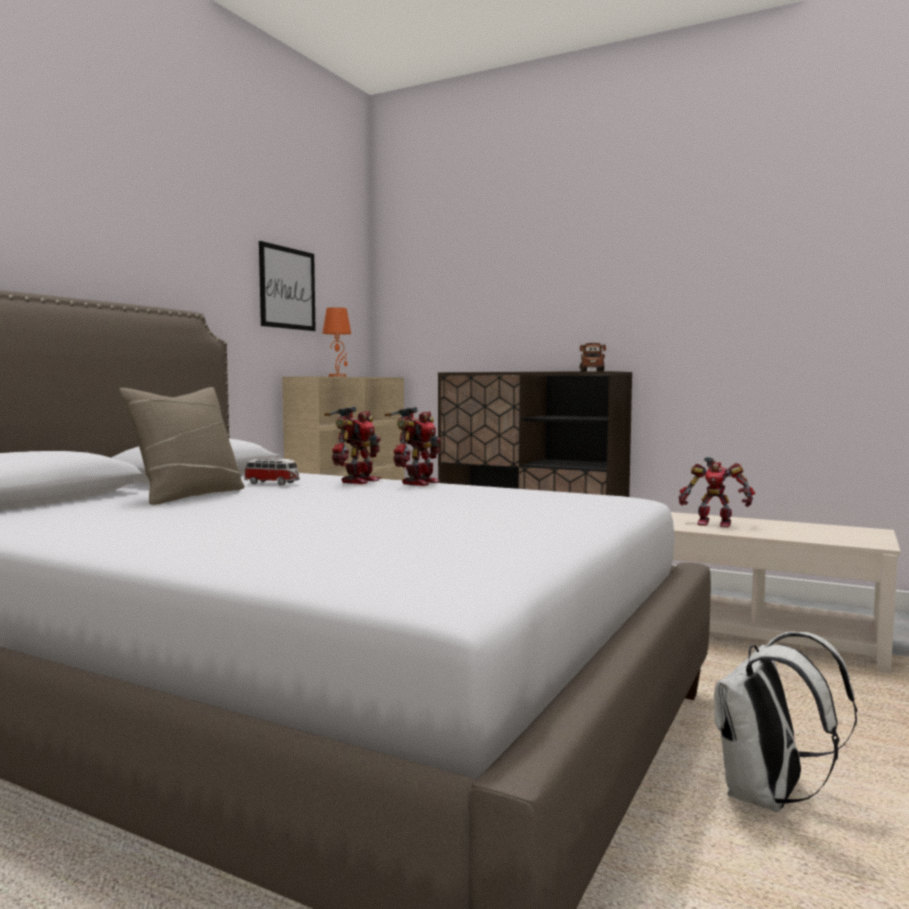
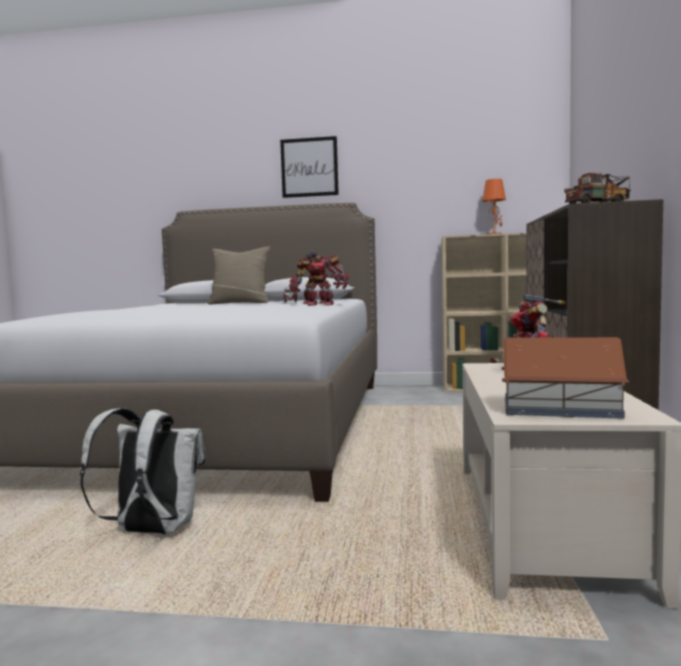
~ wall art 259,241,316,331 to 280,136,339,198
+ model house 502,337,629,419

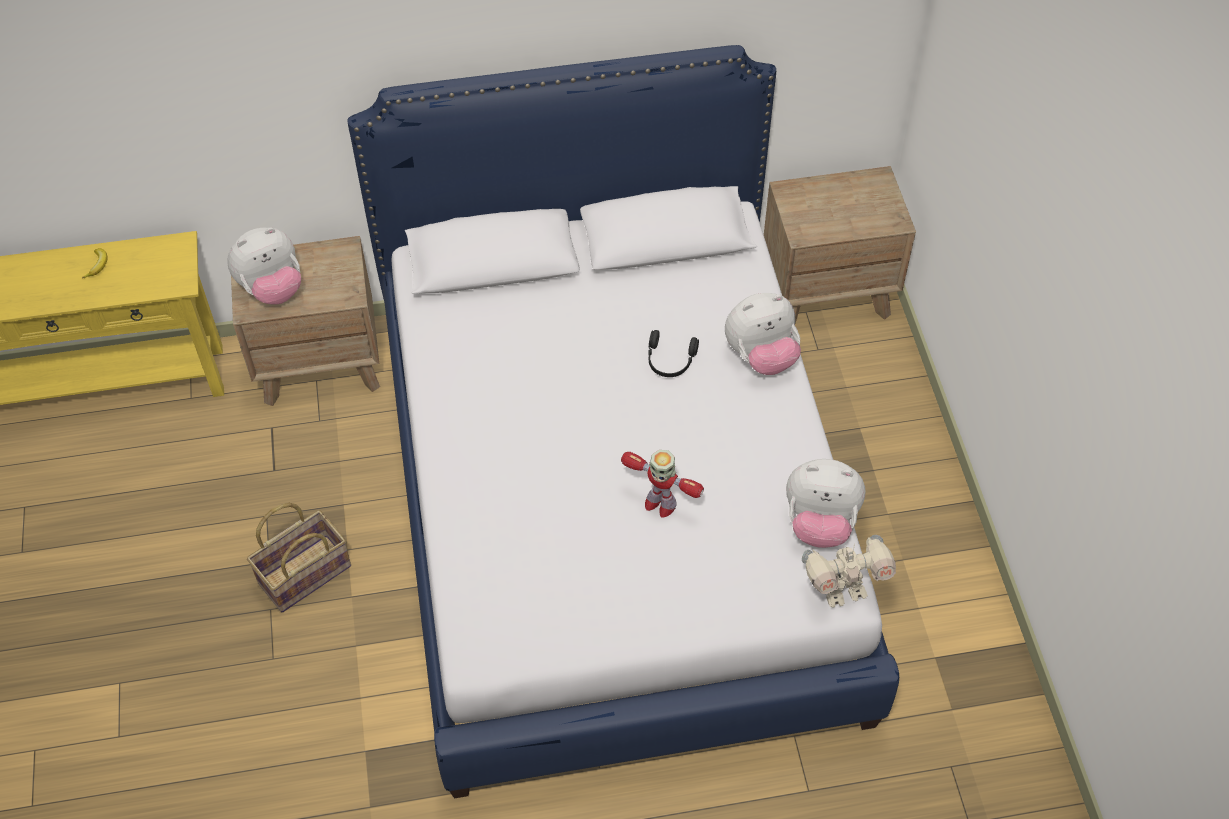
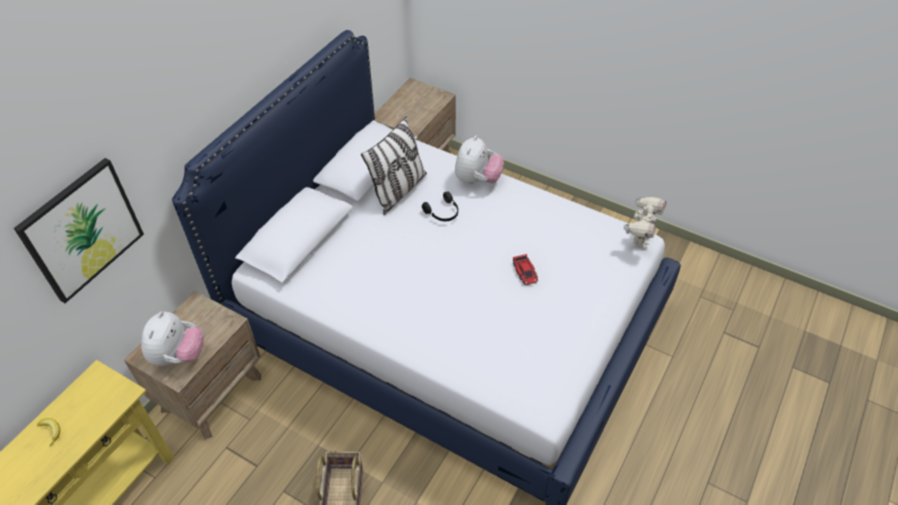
+ wall art 14,158,144,303
+ throw pillow 361,116,427,215
~ robot figure 621,450,704,518 to model car 513,254,538,285
- plush toy 786,459,865,548

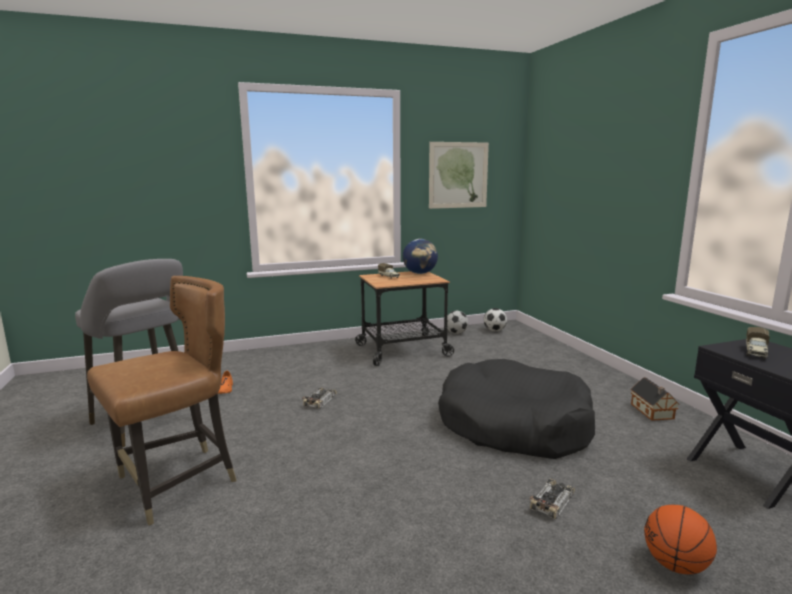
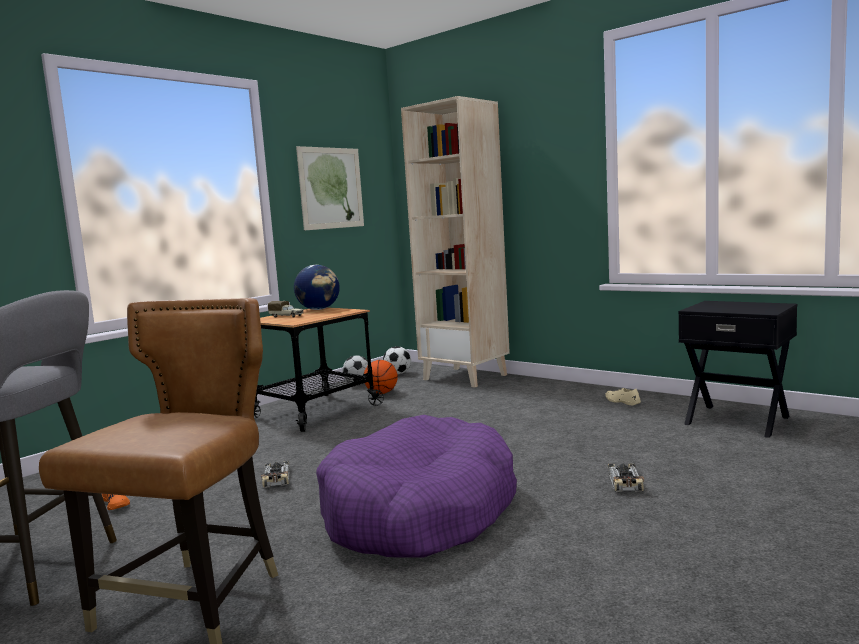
+ purple-coloured pet bed 316,415,517,558
~ ball for basketball 644,505,717,574 to 364,360,398,394
+ beige bookshelf 401,96,510,388
~ model house 630,377,680,421 to beige item of footwear 605,388,641,405
- black-coloured pet bed 438,359,595,459
- toy truck 746,327,770,359

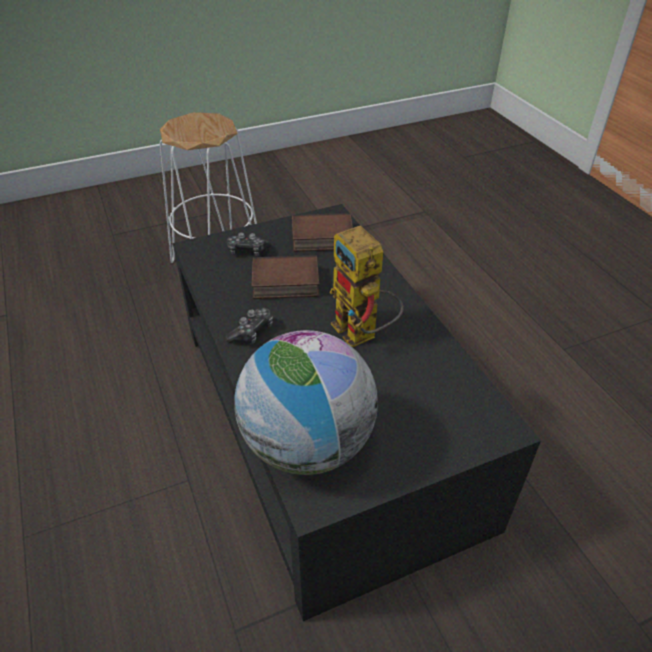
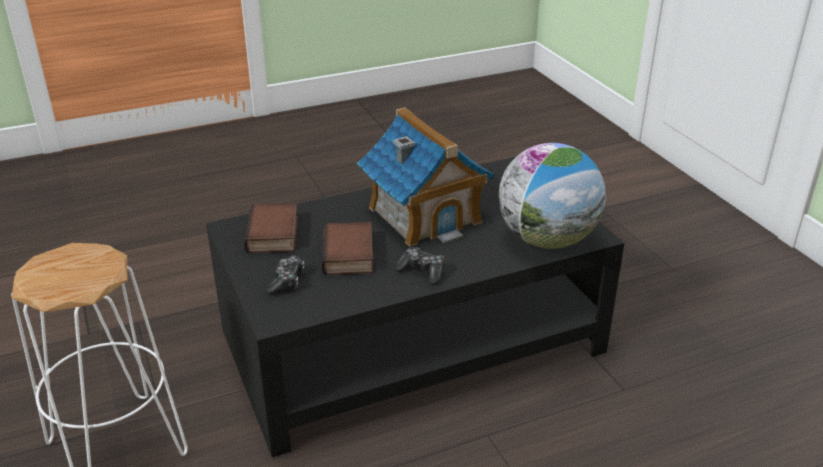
~ robot figure 330,226,404,347 to model house 357,107,495,247

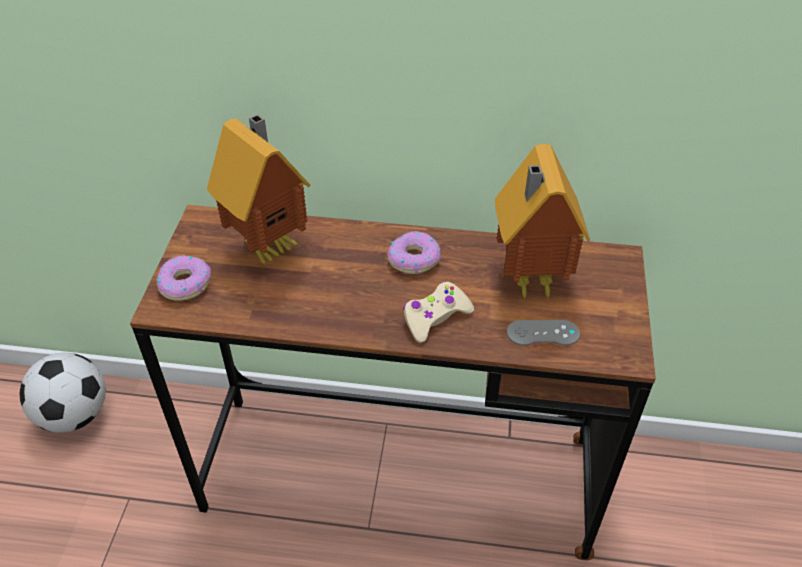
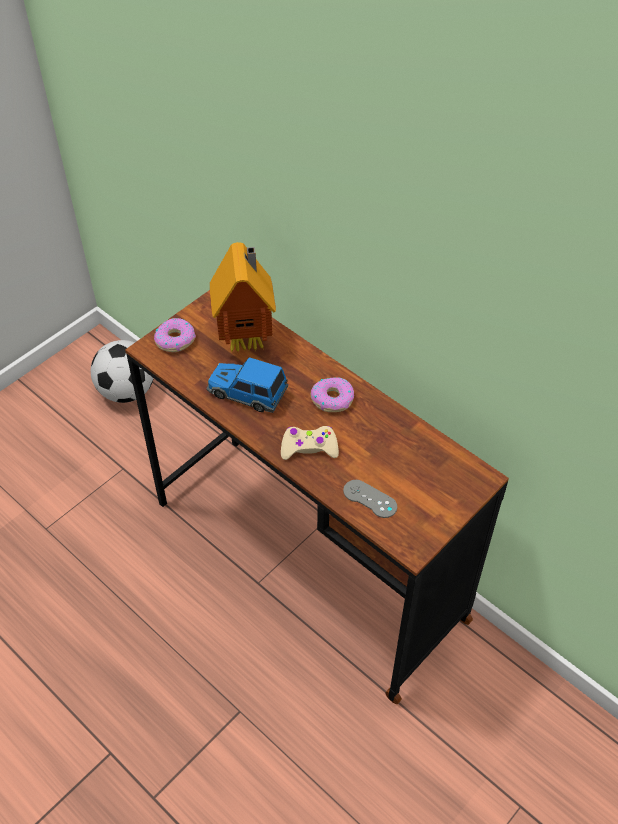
+ model car 207,357,288,413
- model house 495,144,590,299

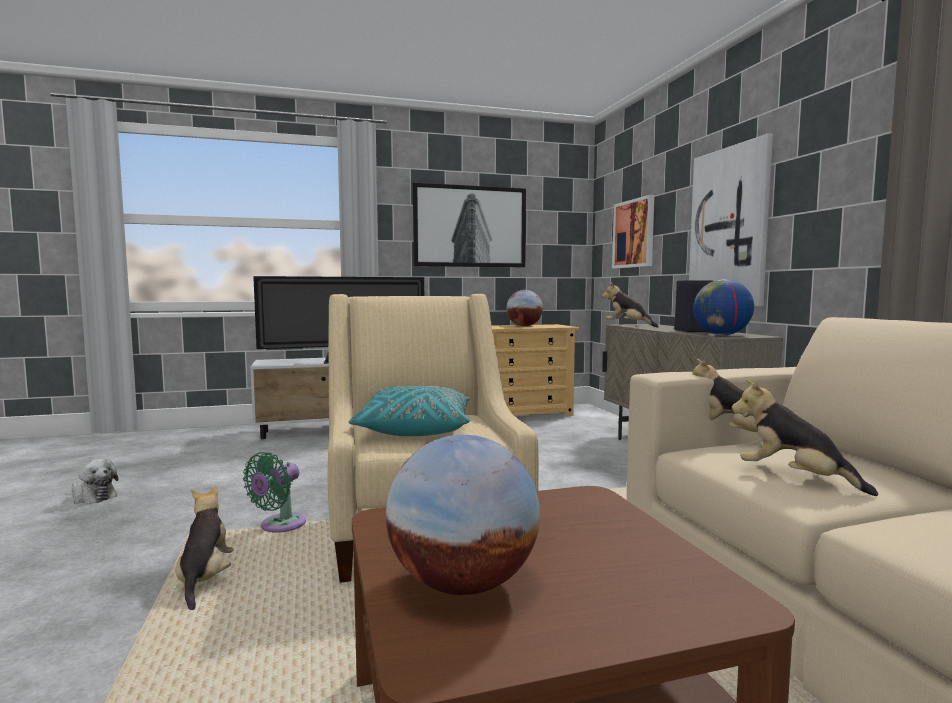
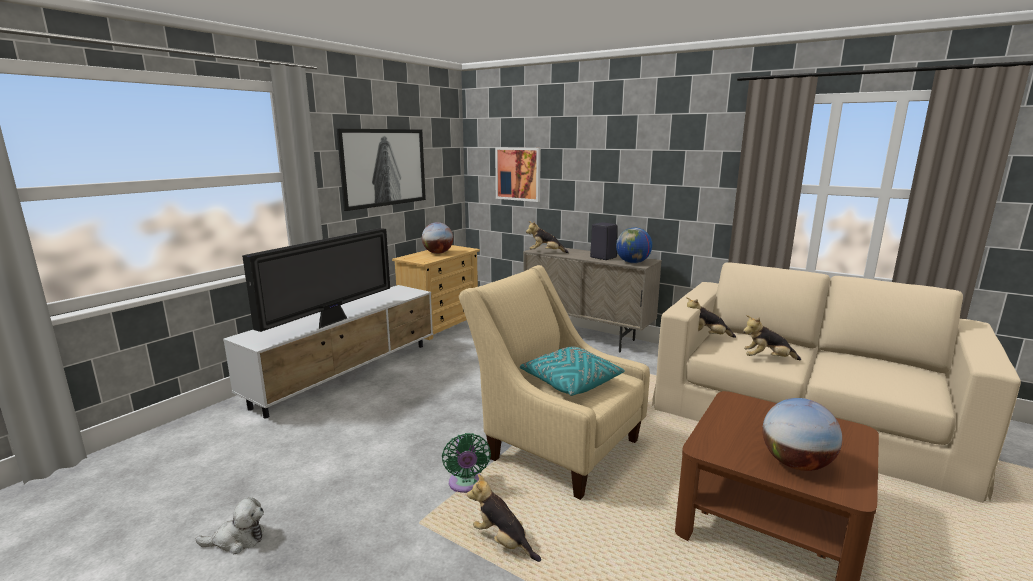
- wall art 689,134,773,306

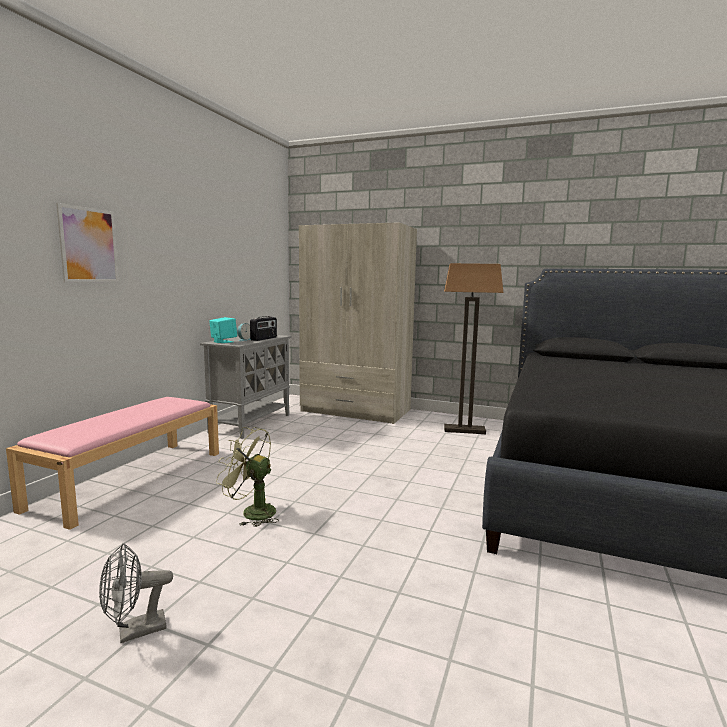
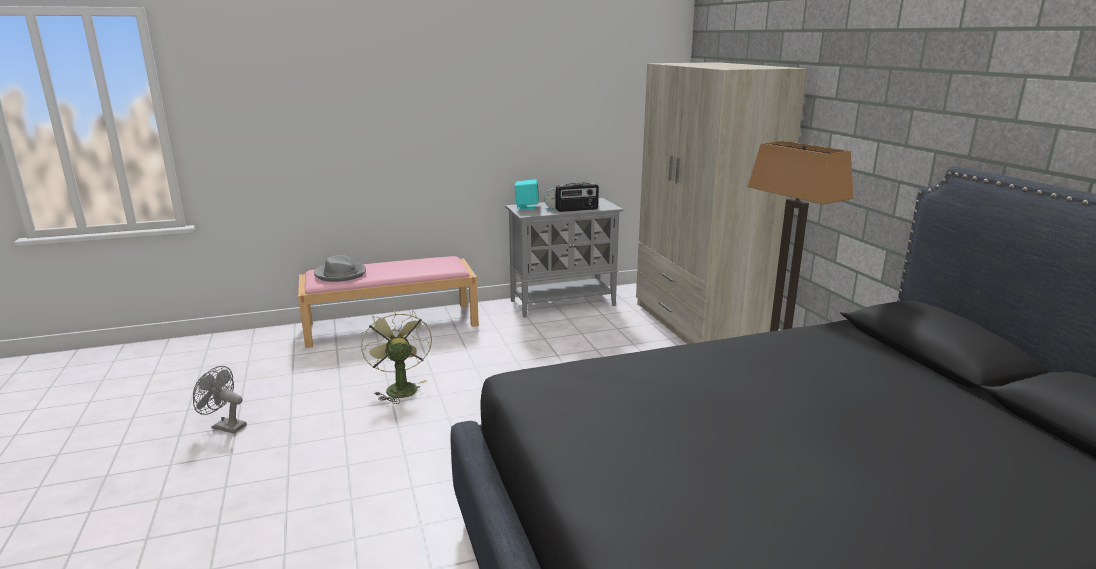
+ greyish hat 314,255,366,282
- wall art 56,203,119,283

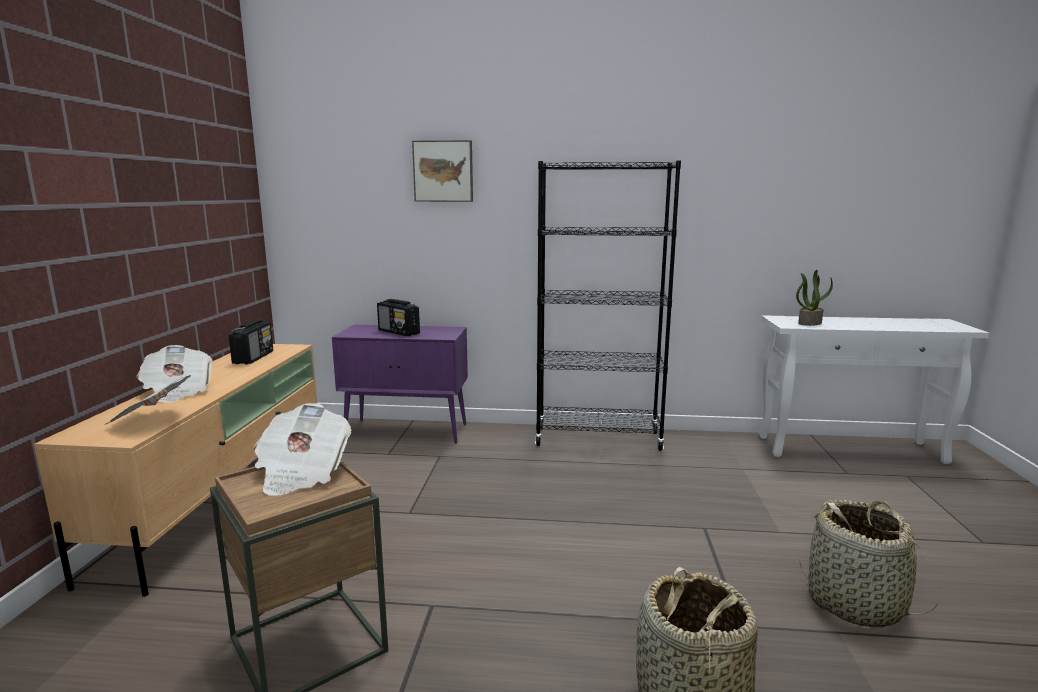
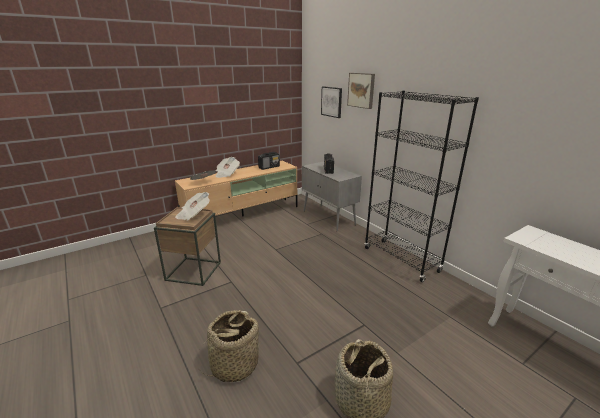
~ purple-coloured storage cabinet 332,325,468,443 to greyish storage cabinet 302,162,362,232
+ wall art 321,86,342,118
- plant in a pot 796,270,833,326

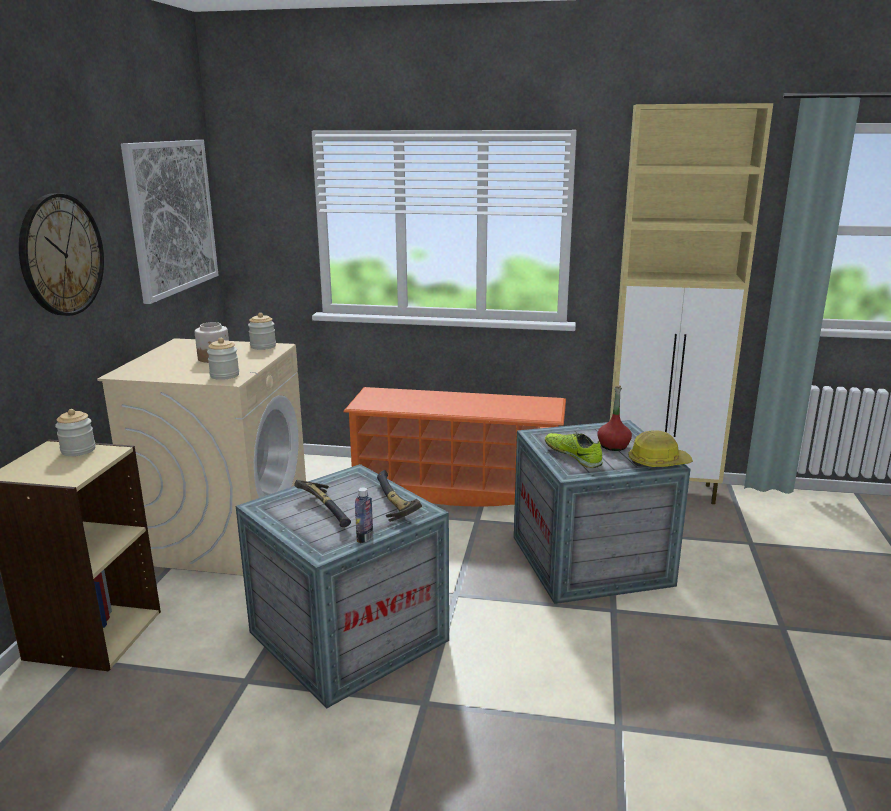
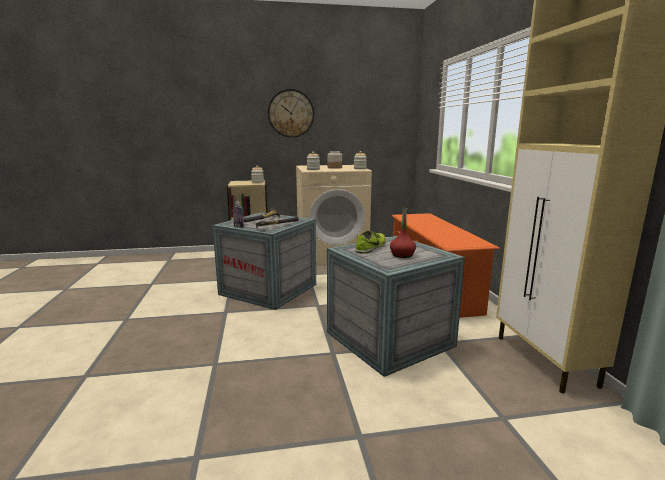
- wall art 121,140,218,304
- hard hat 628,431,693,467

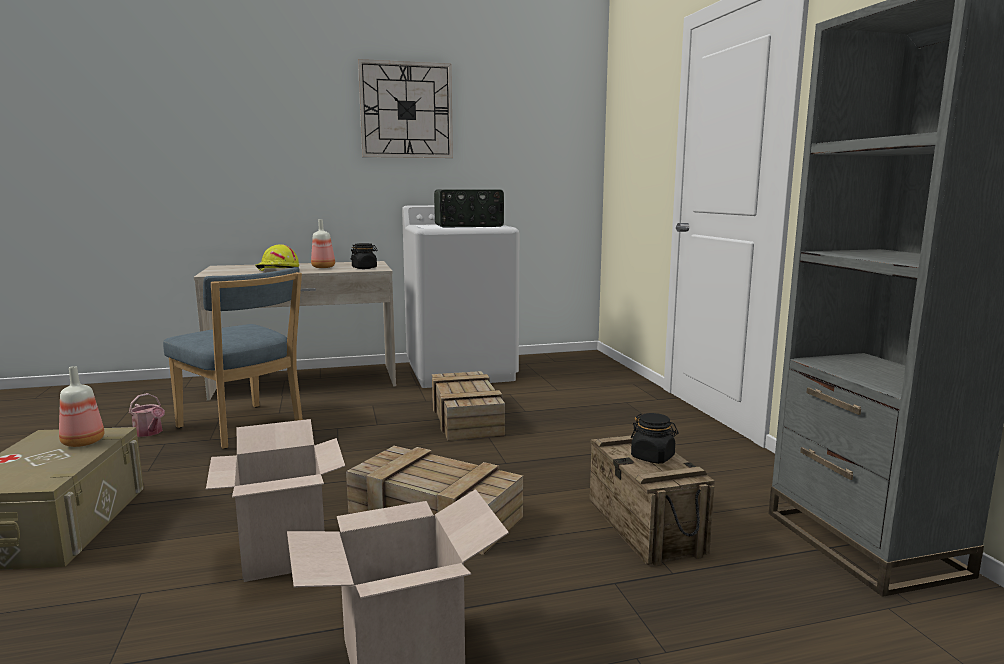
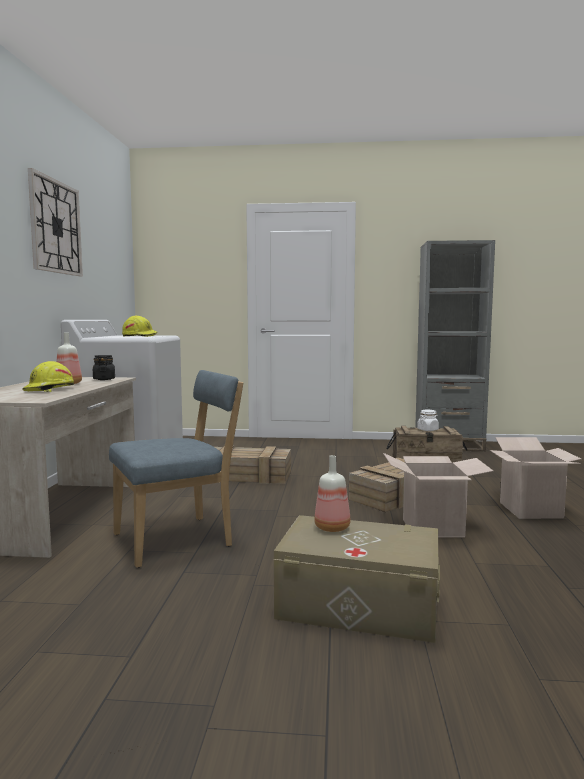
~ radio set 434,189,504,228 to yellow hard hat 122,316,158,337
~ black-coloured jar 631,413,679,464 to white jar 417,410,439,431
- watering pot 129,393,165,437

